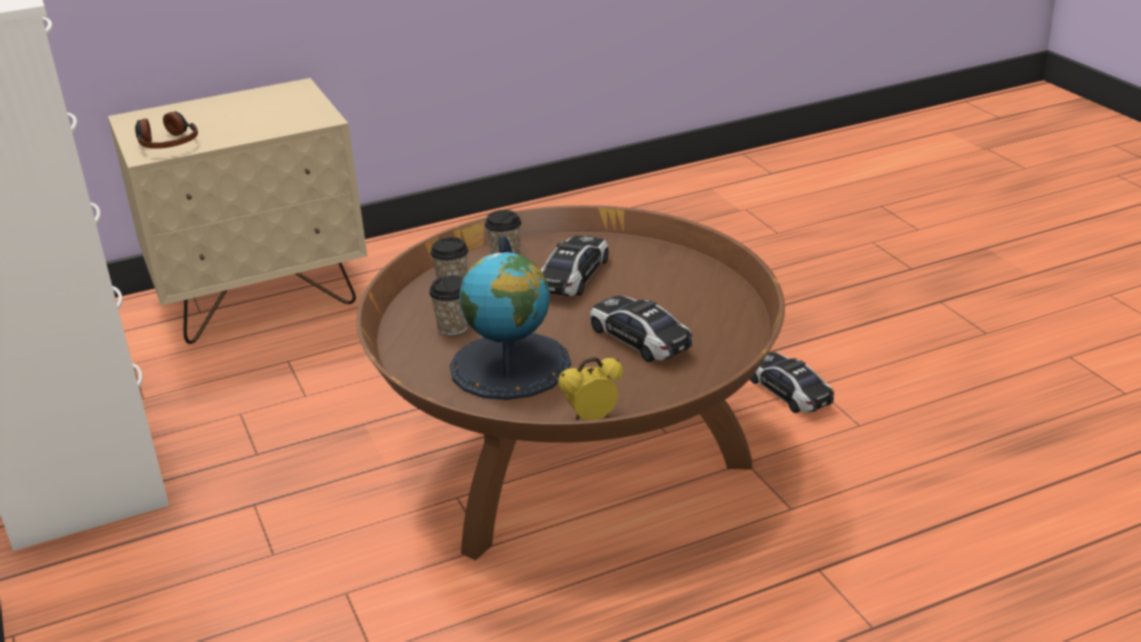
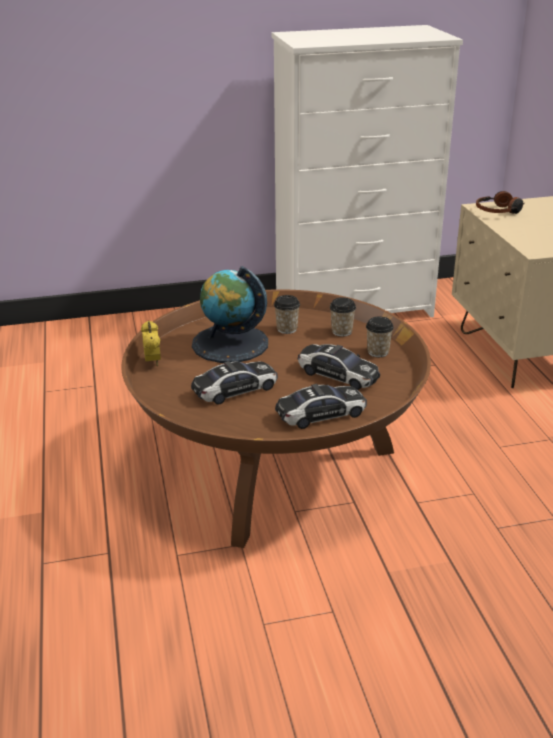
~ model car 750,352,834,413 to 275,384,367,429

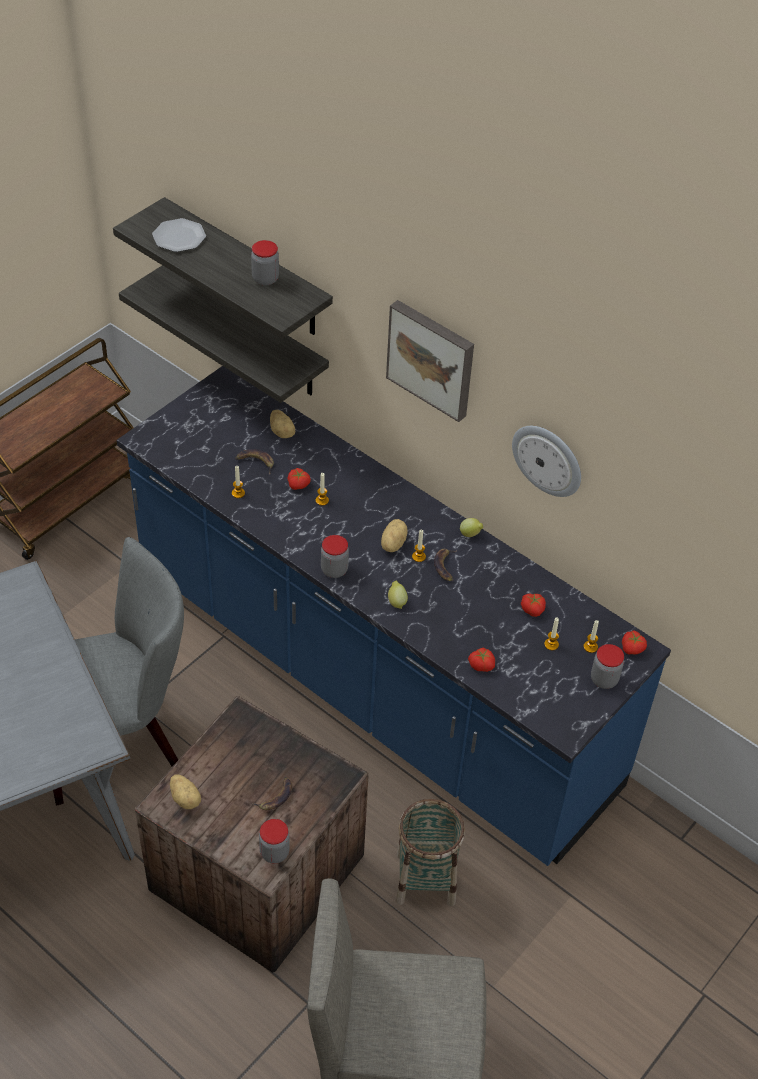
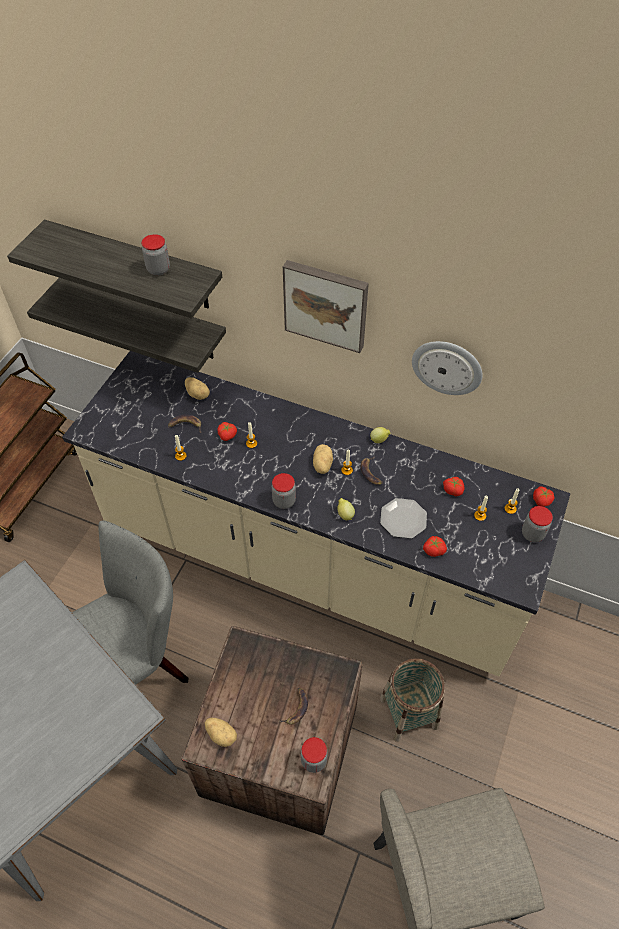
~ bluish kitchen base unit 117,366,671,866 to beige kitchen base unit 62,351,570,676
~ flat dish 152,218,206,252 to 380,498,427,538

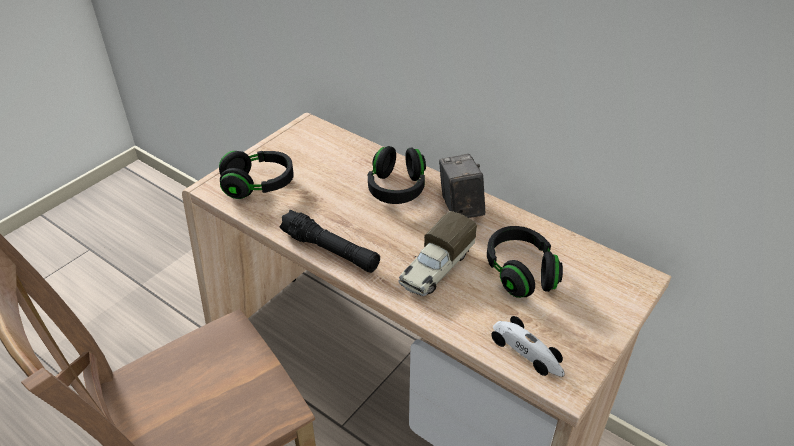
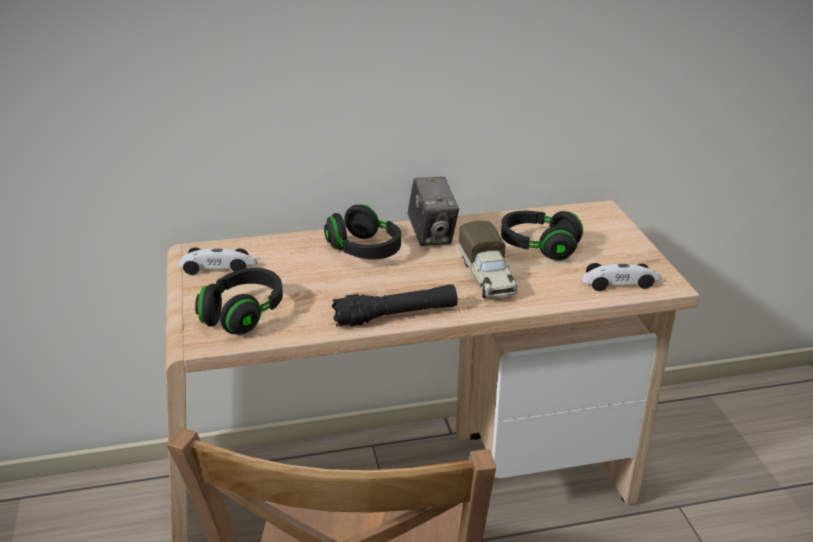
+ model car 179,247,257,275
~ still camera 439,154,485,218 = 407,177,459,246 135 degrees counterclockwise

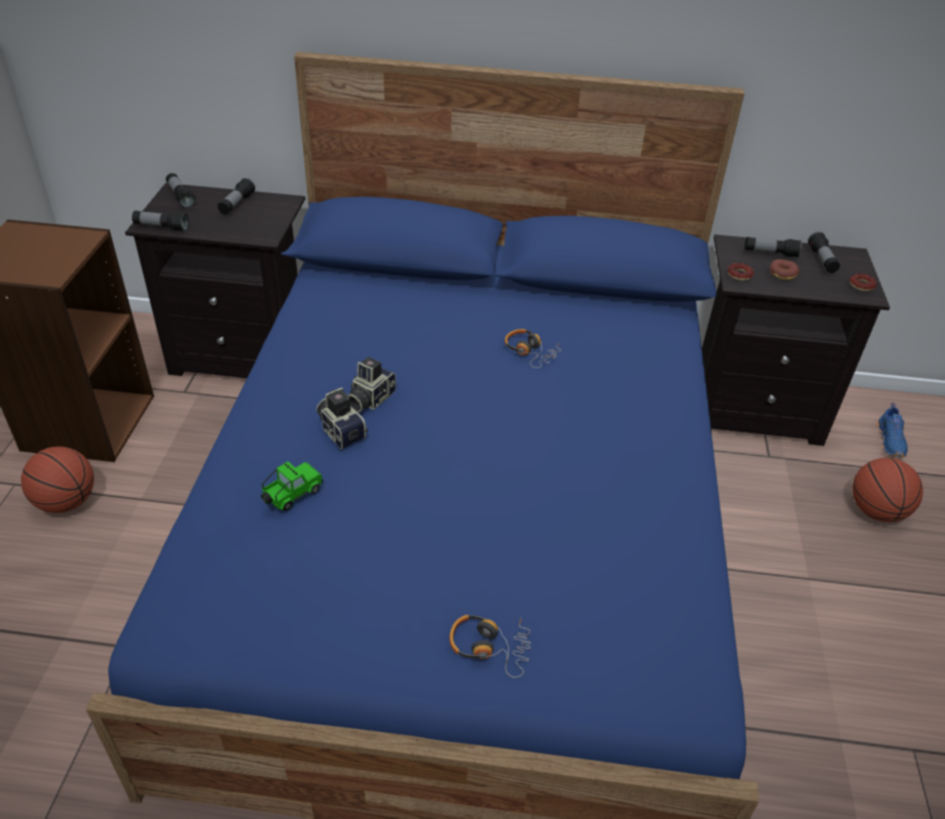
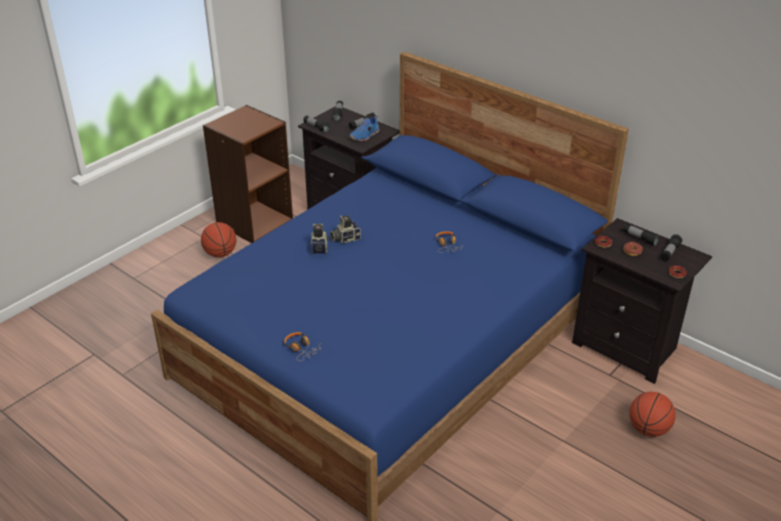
~ bluish item of footwear 877,403,908,457 to 349,115,379,141
- model car 261,461,323,511

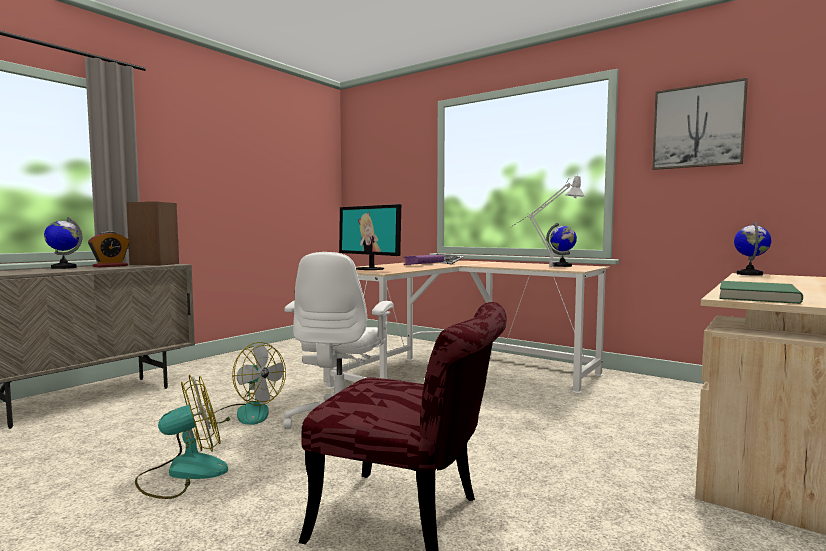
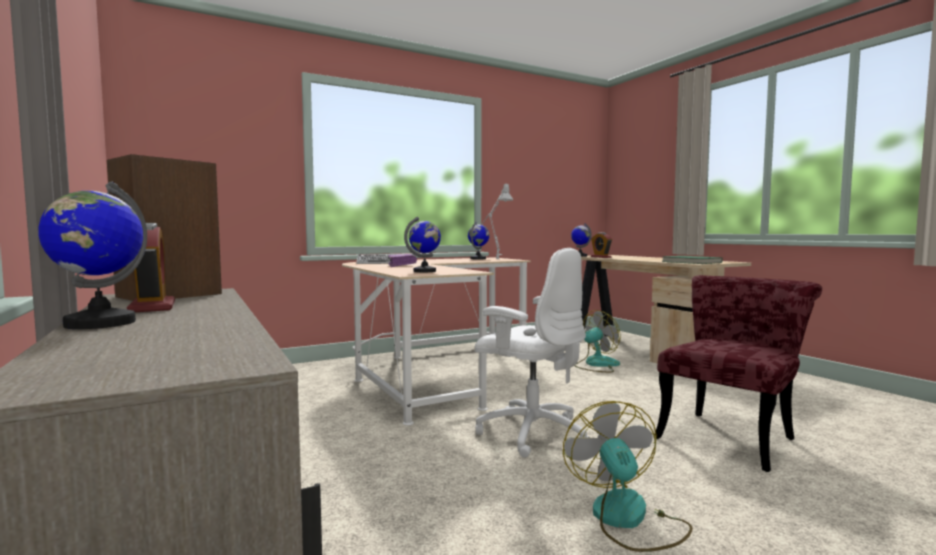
~ computer screen 339,204,401,270 to world globe 404,217,441,272
~ cooling fan 208,342,286,425 to 575,310,621,372
+ alarm clock 591,232,612,258
- wall art 652,78,748,170

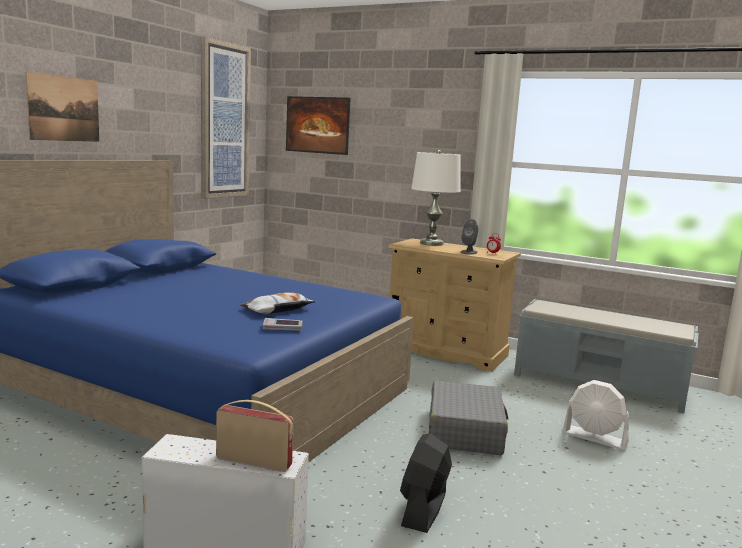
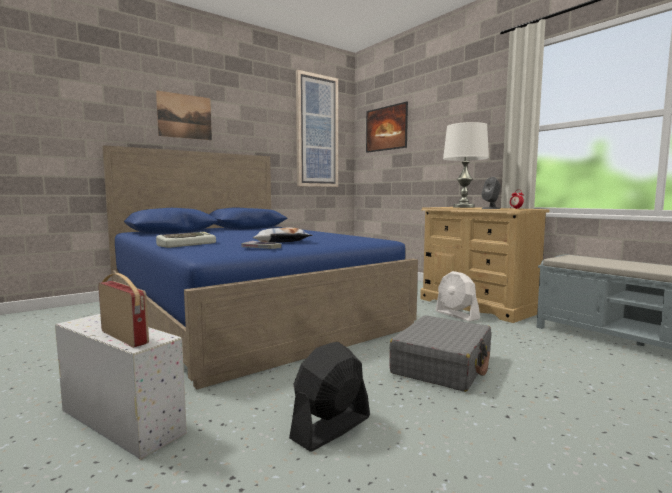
+ keyboard 156,232,216,248
~ white cooling fan 562,380,629,450 to 435,271,480,322

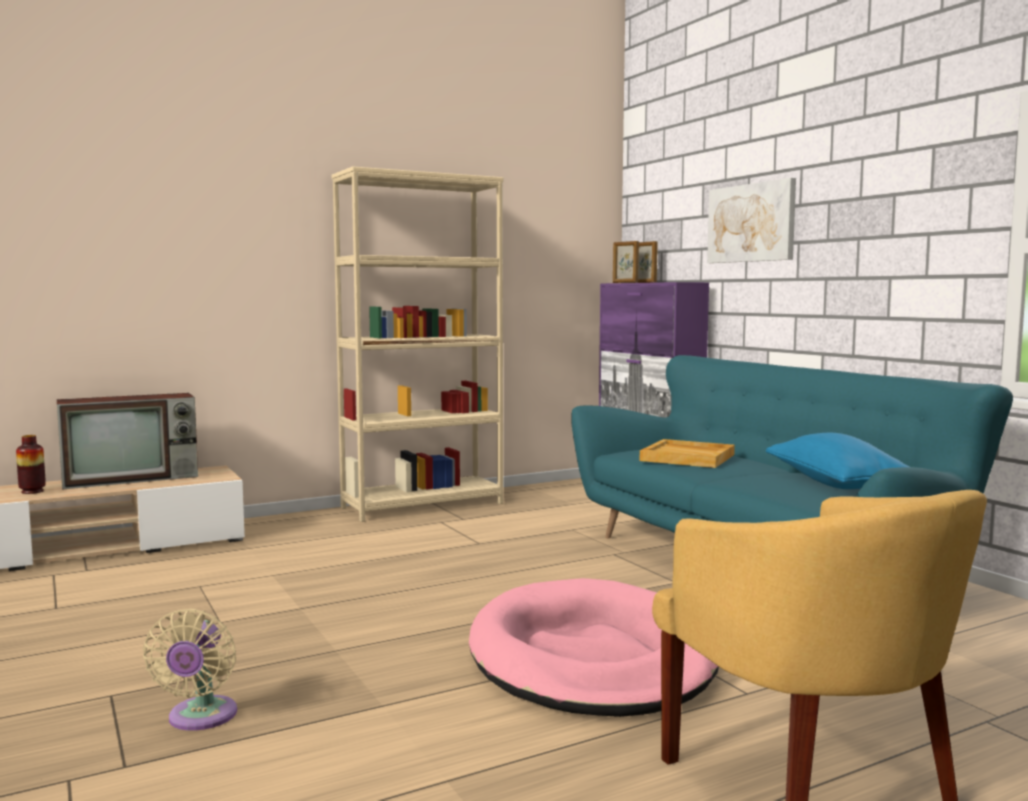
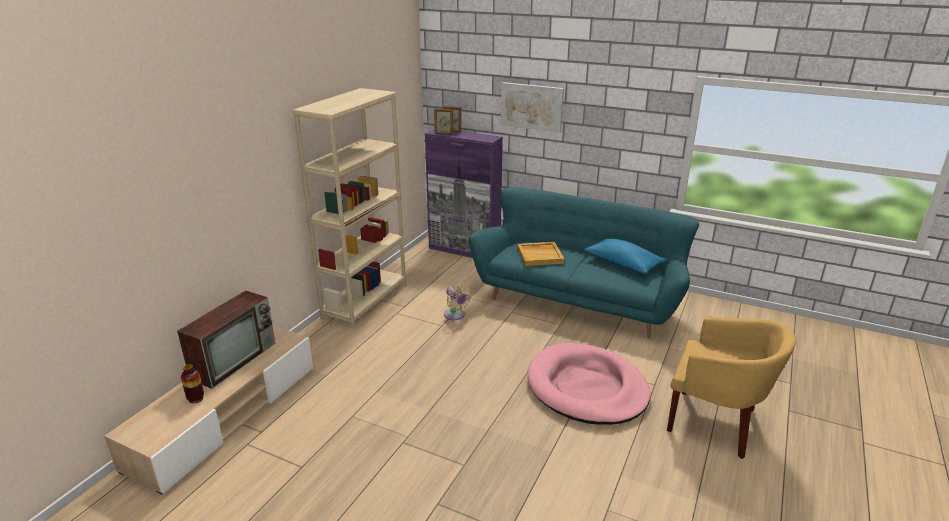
~ beige cooling fan 143,609,237,731 to 444,284,472,320

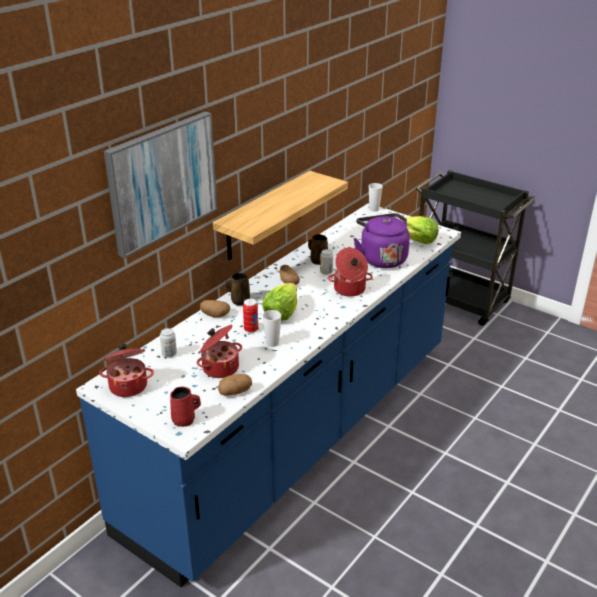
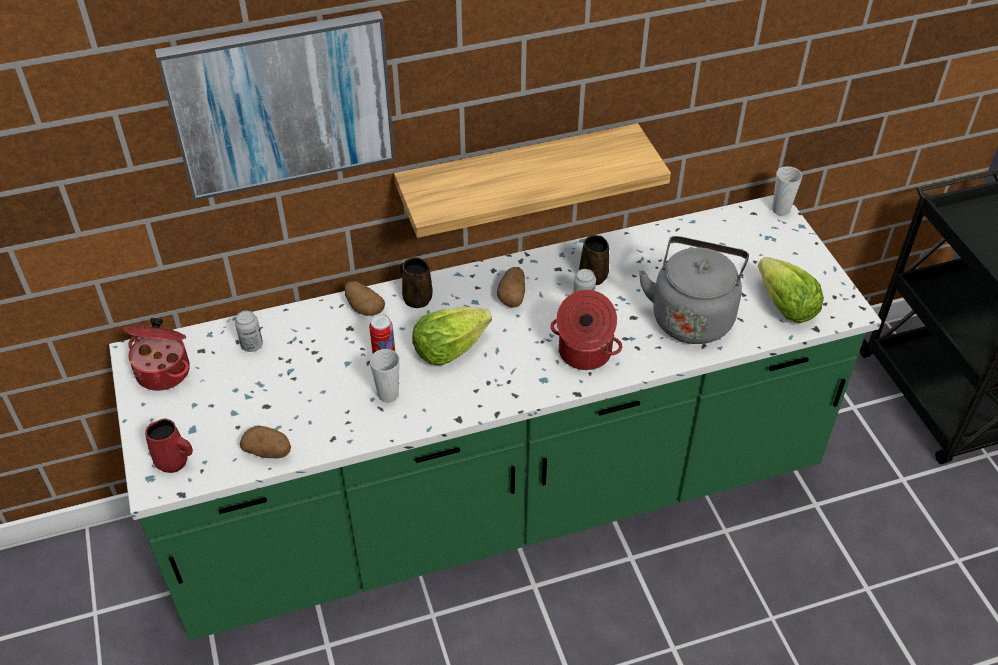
~ bluish kitchen base unit 76,203,461,587 to green kitchen base unit 109,195,882,640
~ purple-coloured kettle 353,213,410,268 to greyish kettle 638,236,749,344
- cooking pot 197,325,242,378

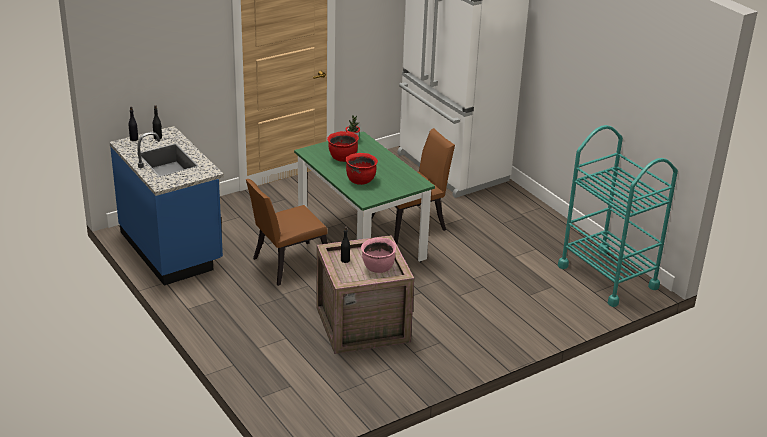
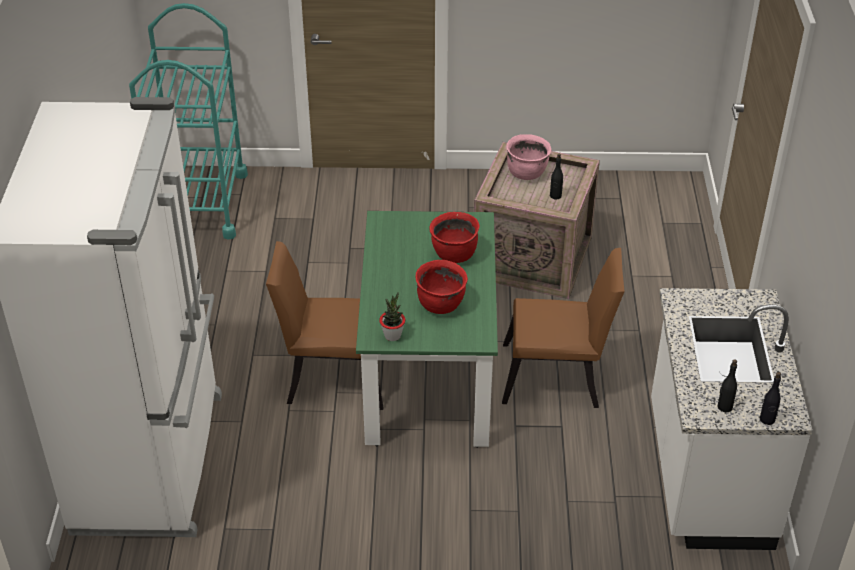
~ bluish kitchen base unit 109,126,224,286 to white kitchen base unit 651,288,813,550

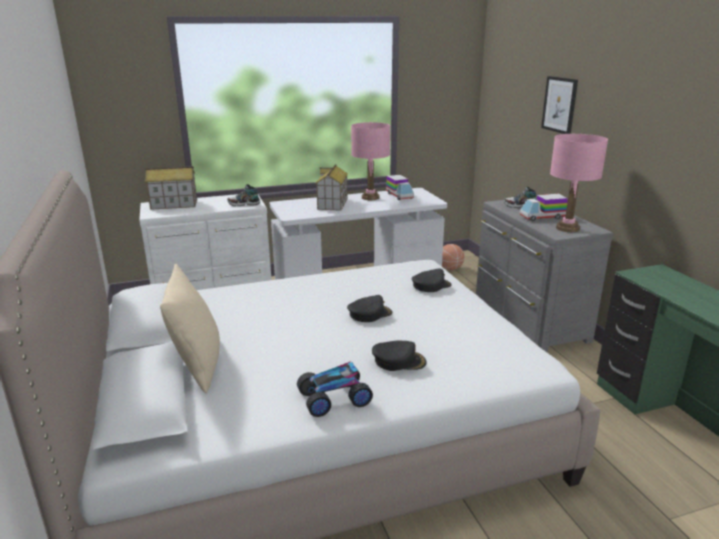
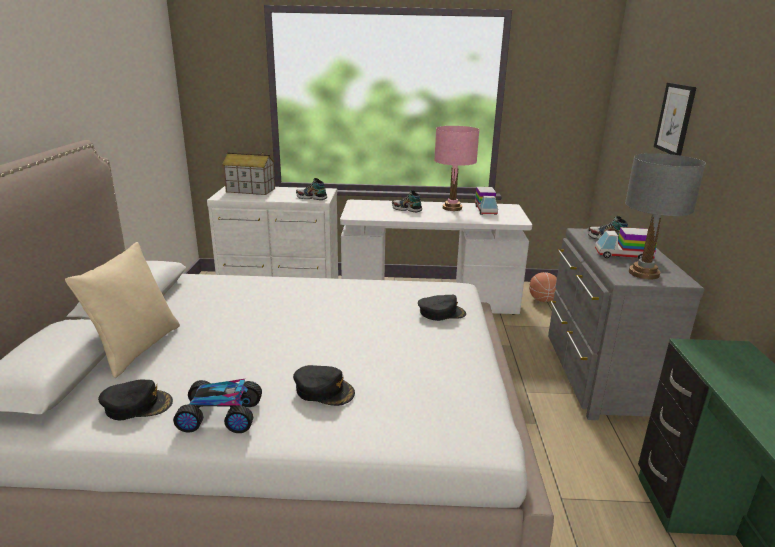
~ black-coloured cap 347,295,392,322 to 98,380,173,420
~ model house 315,164,348,211 to item of footwear 392,190,422,212
~ pinkish lamp for a table 550,134,608,232 to greyish lamp for a table 625,153,706,279

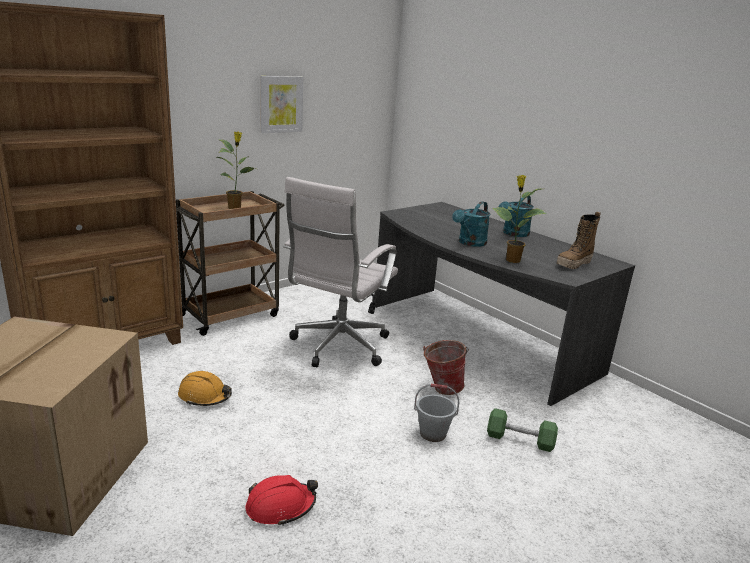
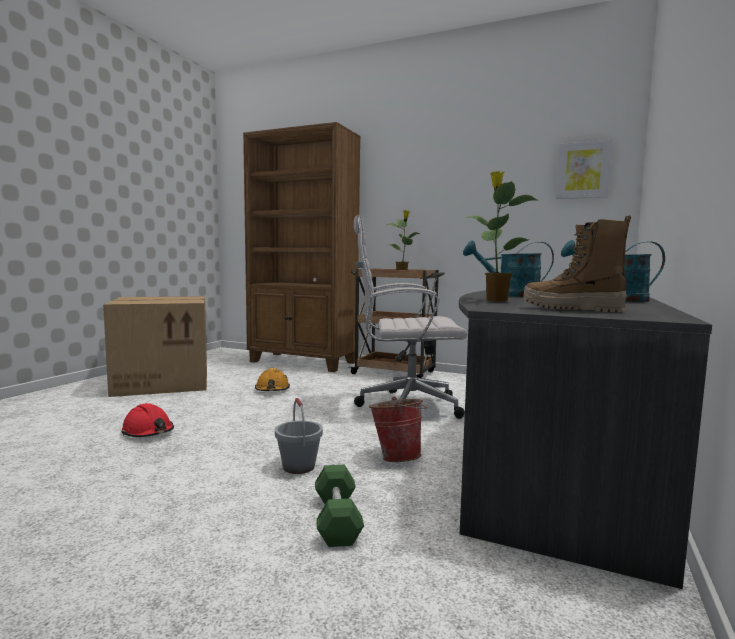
~ wall art 260,76,303,133 to 556,140,612,199

